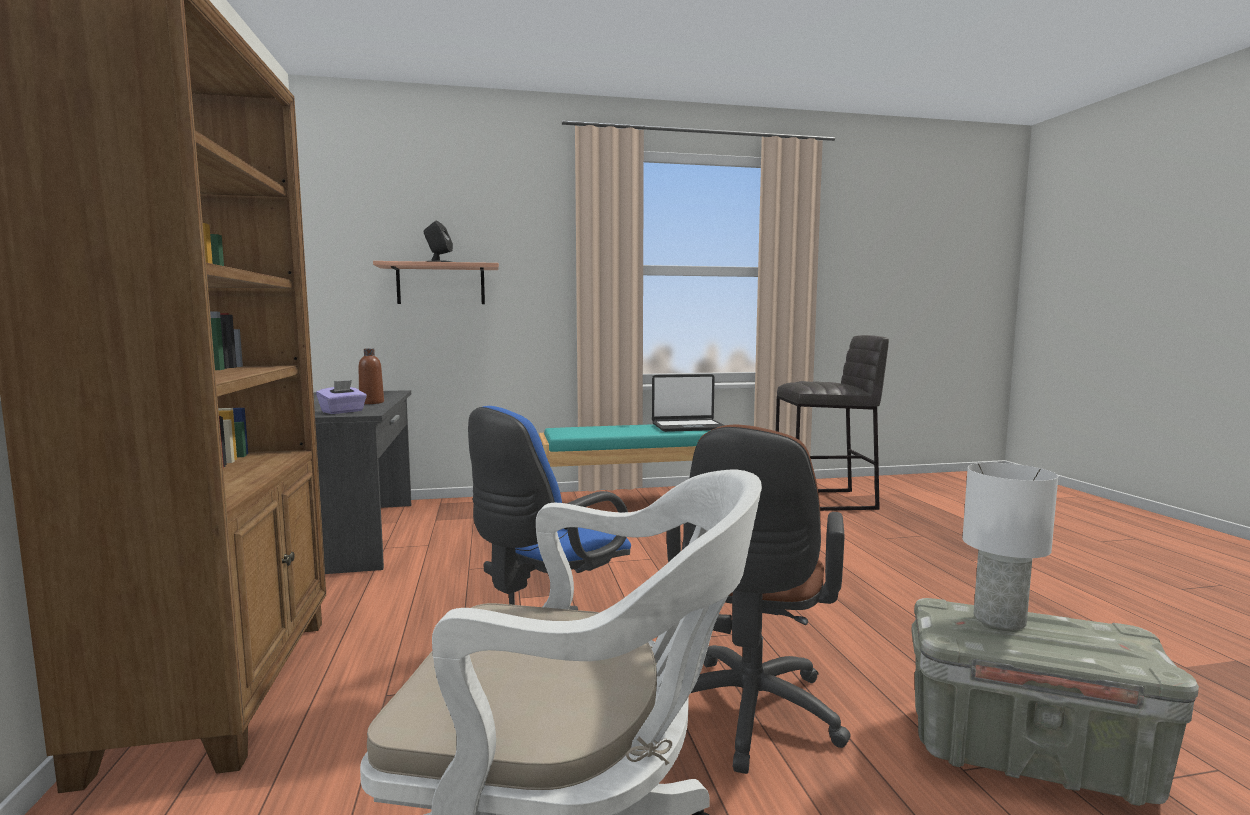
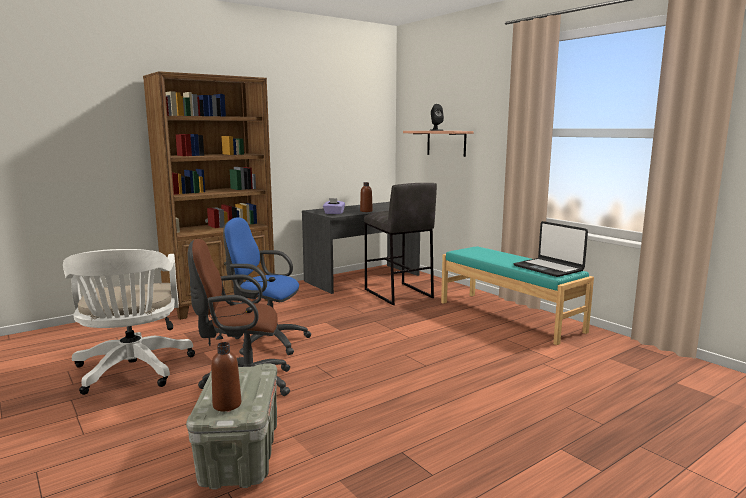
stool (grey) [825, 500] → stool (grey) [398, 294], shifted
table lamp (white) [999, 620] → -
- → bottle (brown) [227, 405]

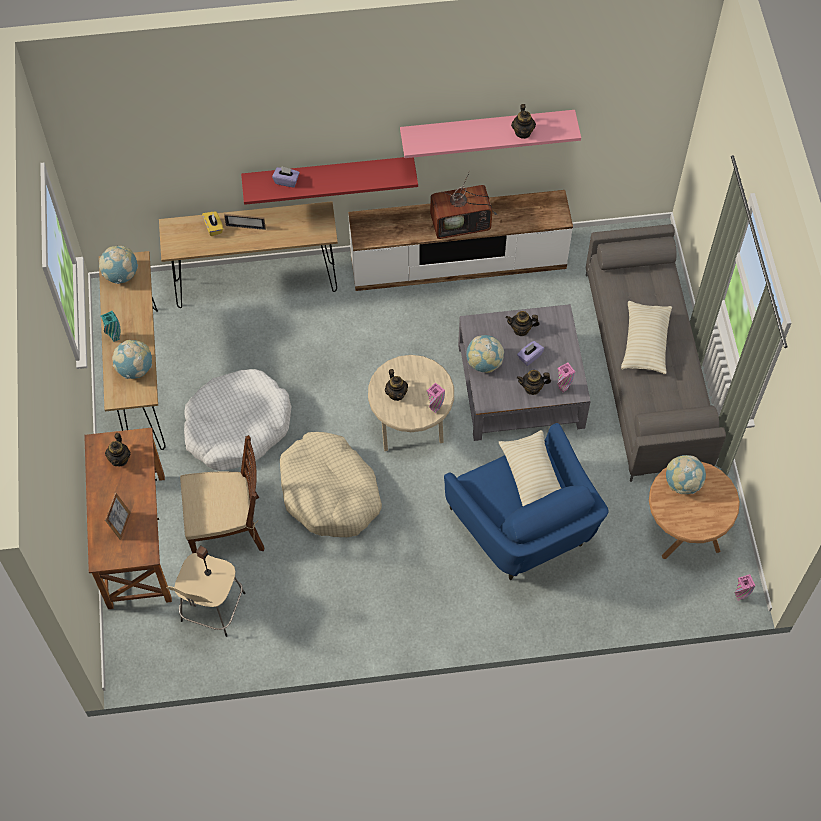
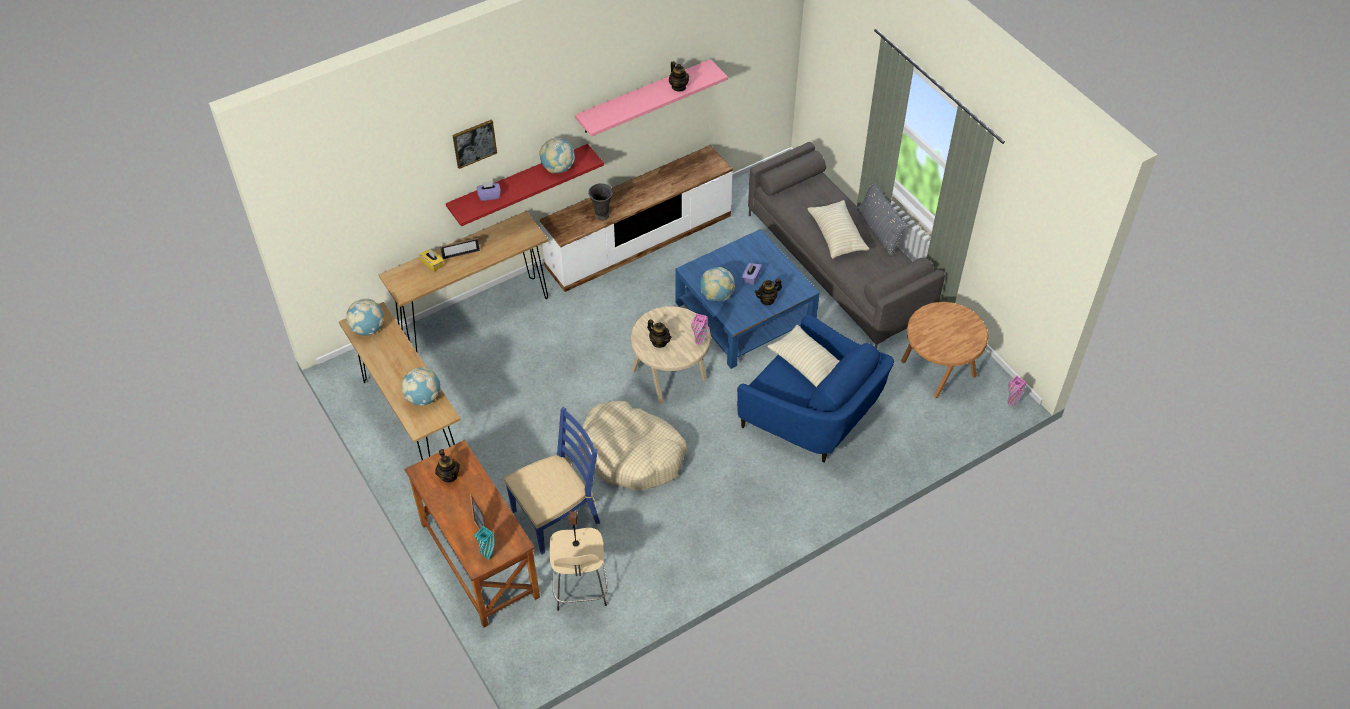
television [461, 222] → -
coffee table (grey) [520, 386] → coffee table (blue) [745, 314]
vase (turquoise) [115, 338] → vase (turquoise) [488, 555], shifted
teapot [521, 329] → -
vase (pink) [563, 388] → -
dog bed (white) [237, 427] → -
chair (brown) [227, 526] → chair (blue) [556, 516]
globe [682, 483] → globe [558, 168], shifted
- → picture [474, 143]
- → pillow (grey) [878, 231]
- → vase (grey) [602, 216]

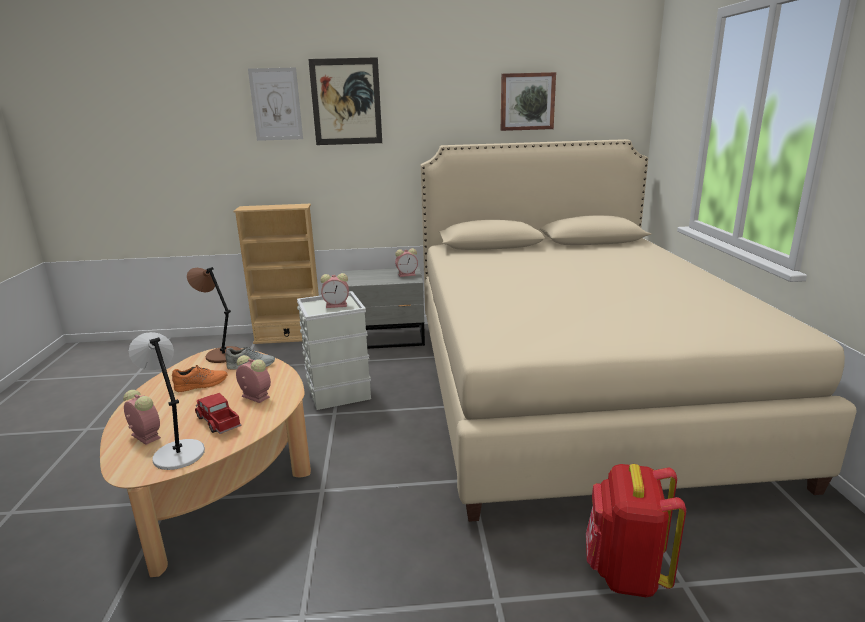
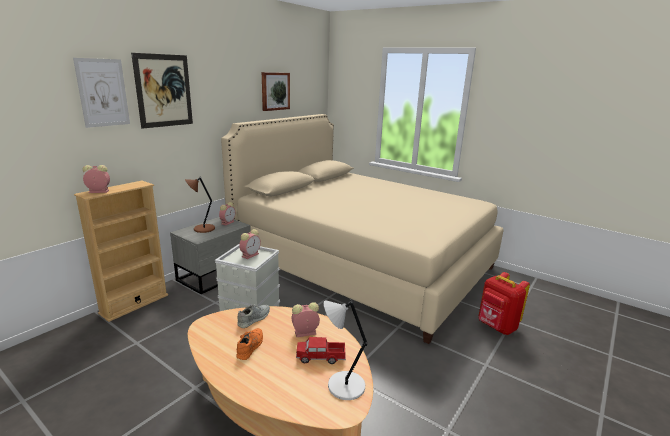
table lamp (brown) [222, 355] → table lamp (brown) [203, 229], shifted
alarm clock [144, 436] → alarm clock [98, 191], shifted

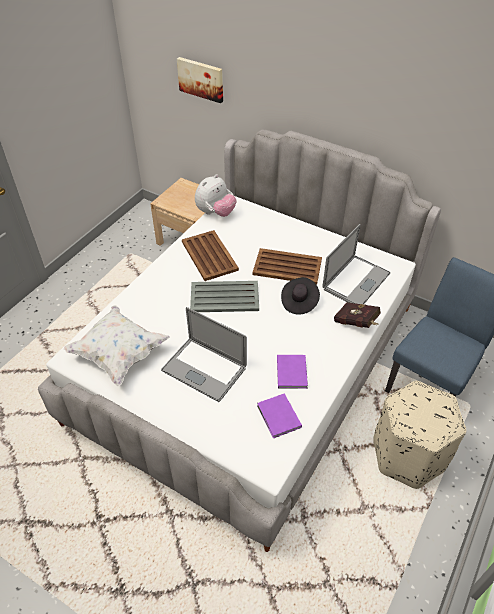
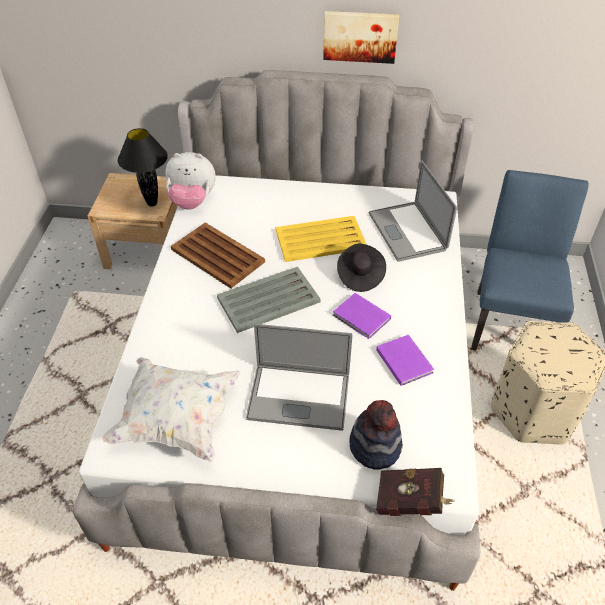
picture [201, 79] → picture [360, 36], shifted
plush toy [215, 213] → plush toy [192, 201], 75 degrees clockwise
laptop [356, 281] → laptop [407, 231], 150 degrees clockwise
tray (brown) [288, 267] → tray (yellow) [321, 239]
book (red) [357, 323] → book (red) [411, 501], shifted
book (purple) [278, 417] → book (purple) [362, 318], shifted
- → table lamp (black) [151, 203]
- → hat [375, 446]

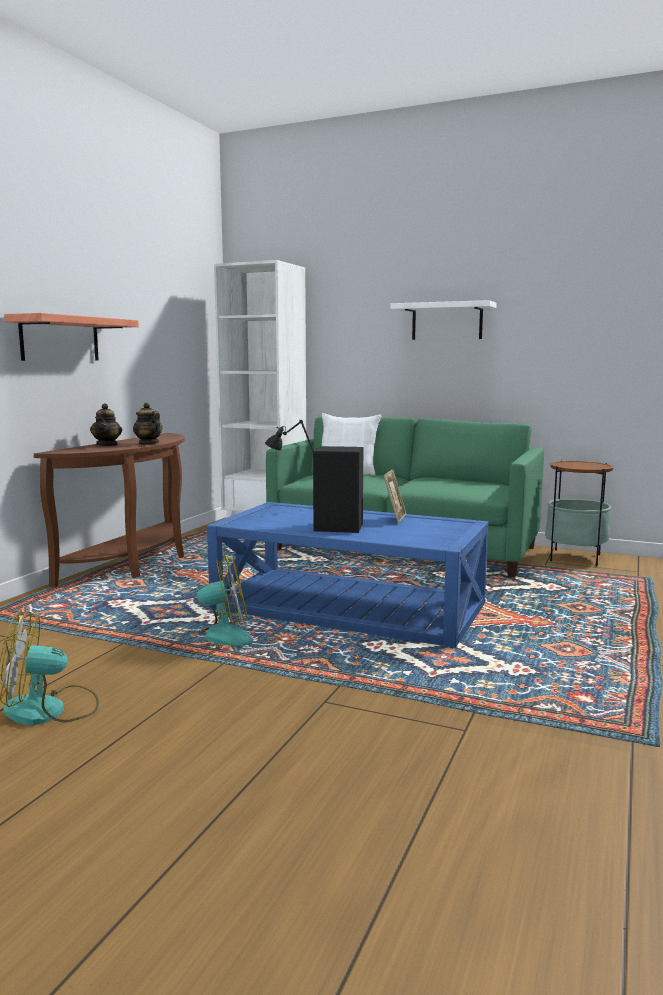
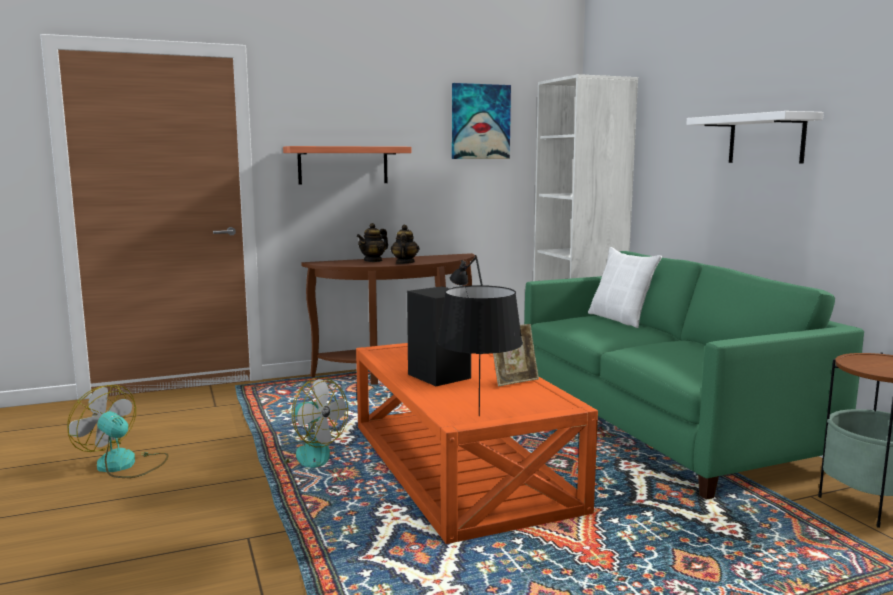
coffee table (blue) [349, 606] → coffee table (orange) [461, 465]
- → picture [480, 122]
- → table lamp (black) [479, 415]

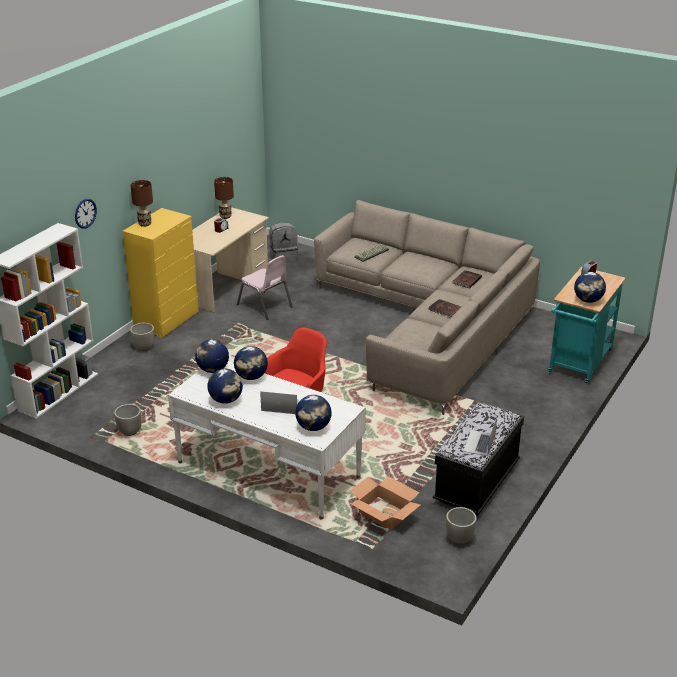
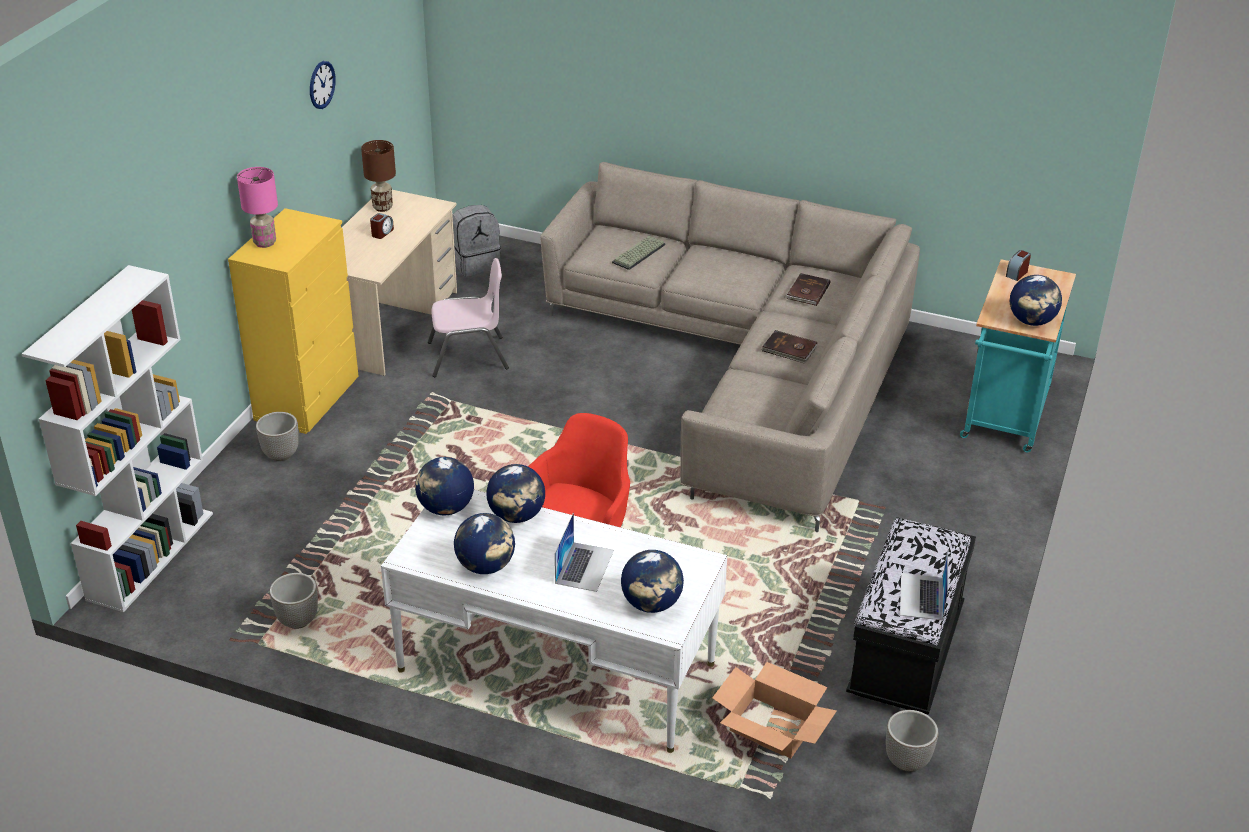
table lamp (brown) [145, 224] → table lamp (pink) [265, 243]
wall clock [85, 213] → wall clock [321, 84], shifted
chair (pink) [265, 306] → chair (pink) [468, 356], 45 degrees counterclockwise
laptop [281, 405] → laptop [584, 566], 105 degrees clockwise

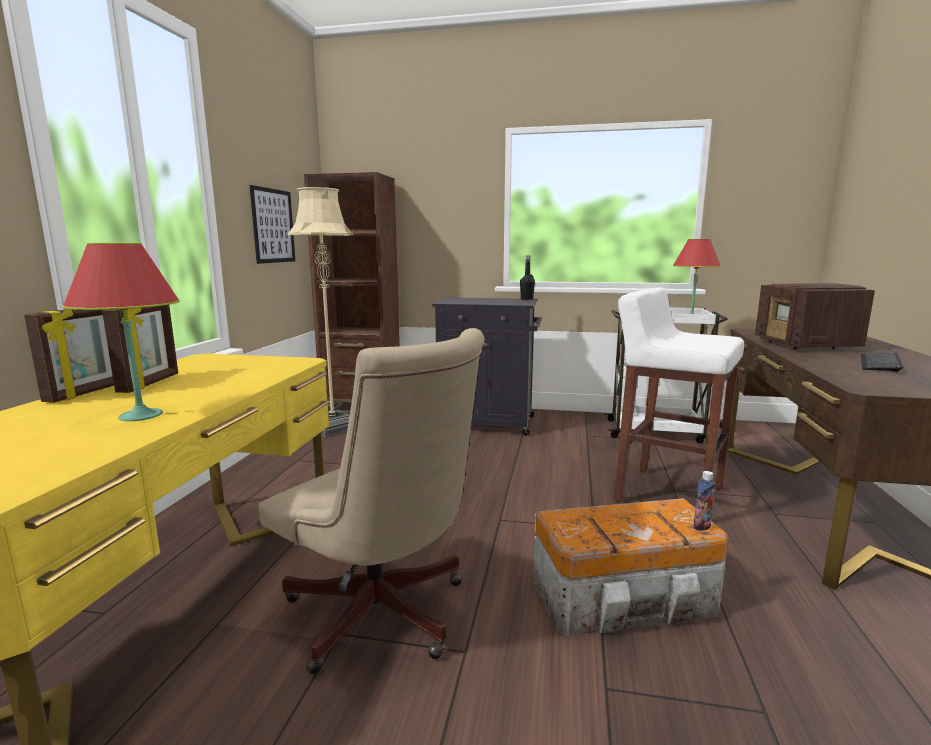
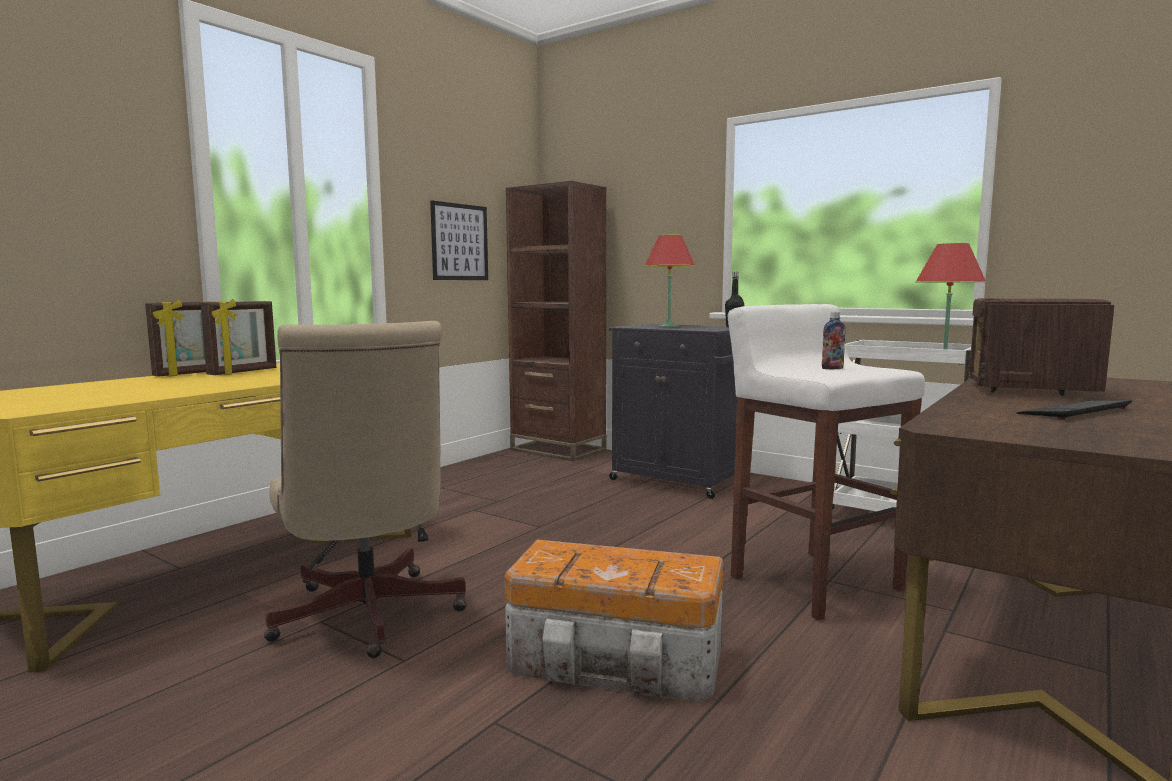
floor lamp (beige) [333, 427] → -
table lamp (red) [140, 416] → table lamp (red) [668, 326], shifted
bottle [702, 526] → bottle [832, 368], shifted

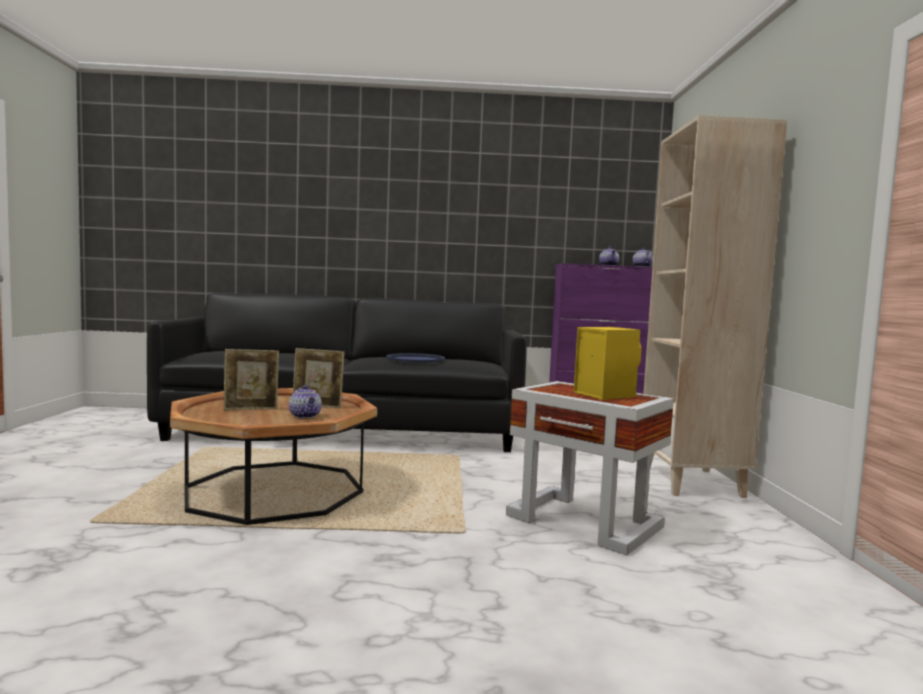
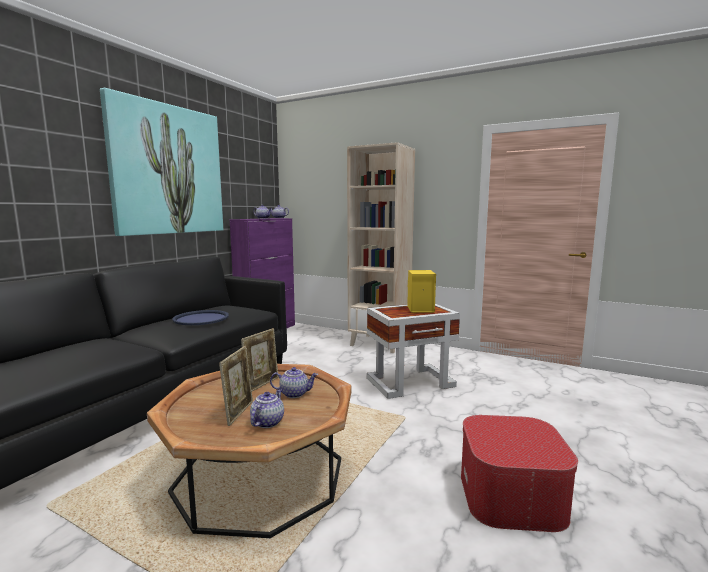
- → picture [167, 170]
- → teapot [267, 422]
- → ottoman [511, 495]

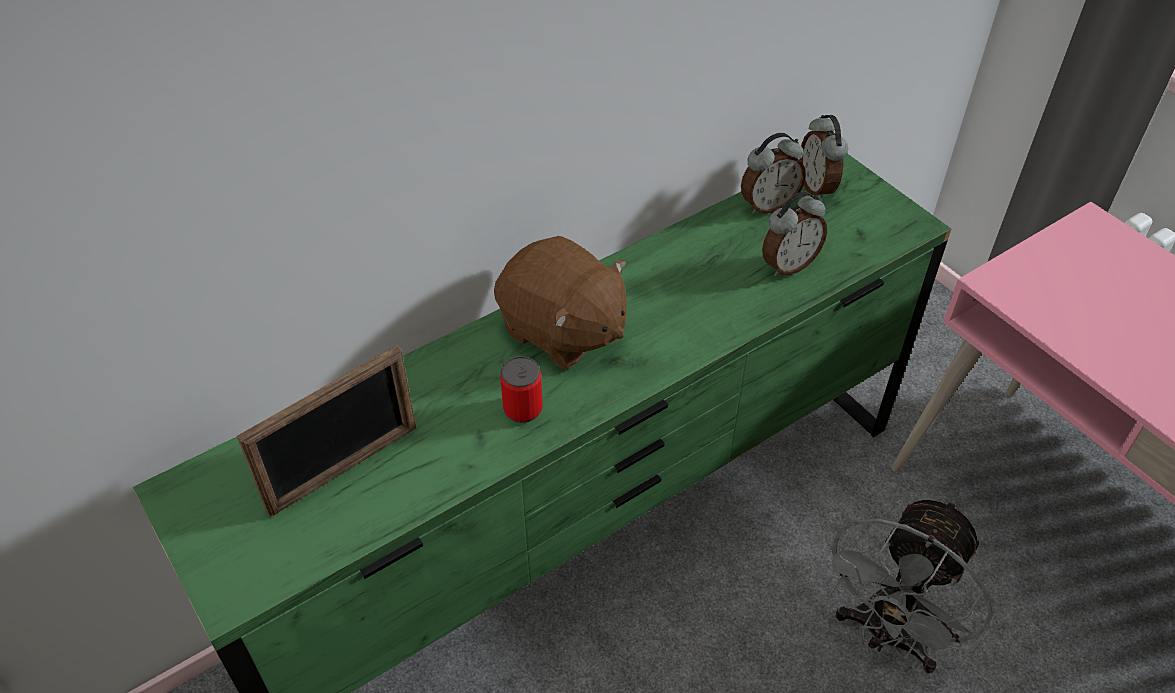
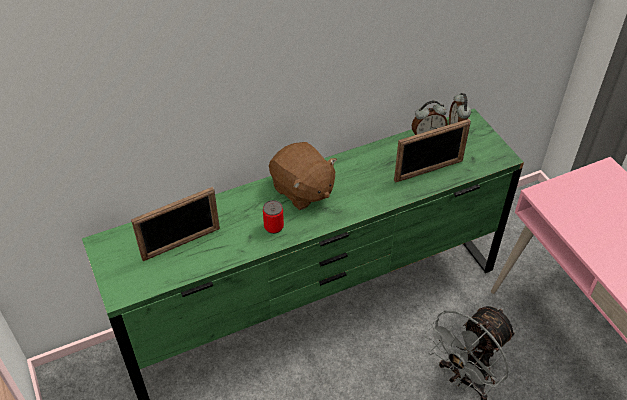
alarm clock [788, 265] → picture frame [428, 171]

